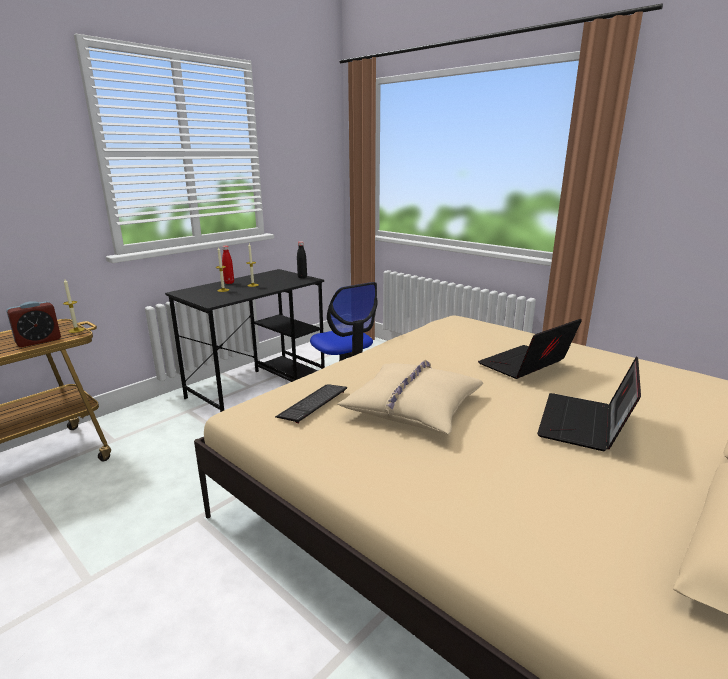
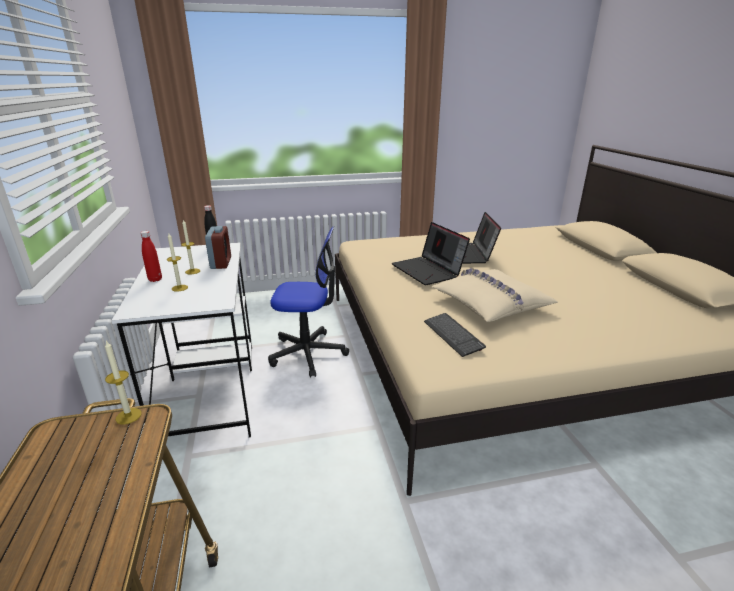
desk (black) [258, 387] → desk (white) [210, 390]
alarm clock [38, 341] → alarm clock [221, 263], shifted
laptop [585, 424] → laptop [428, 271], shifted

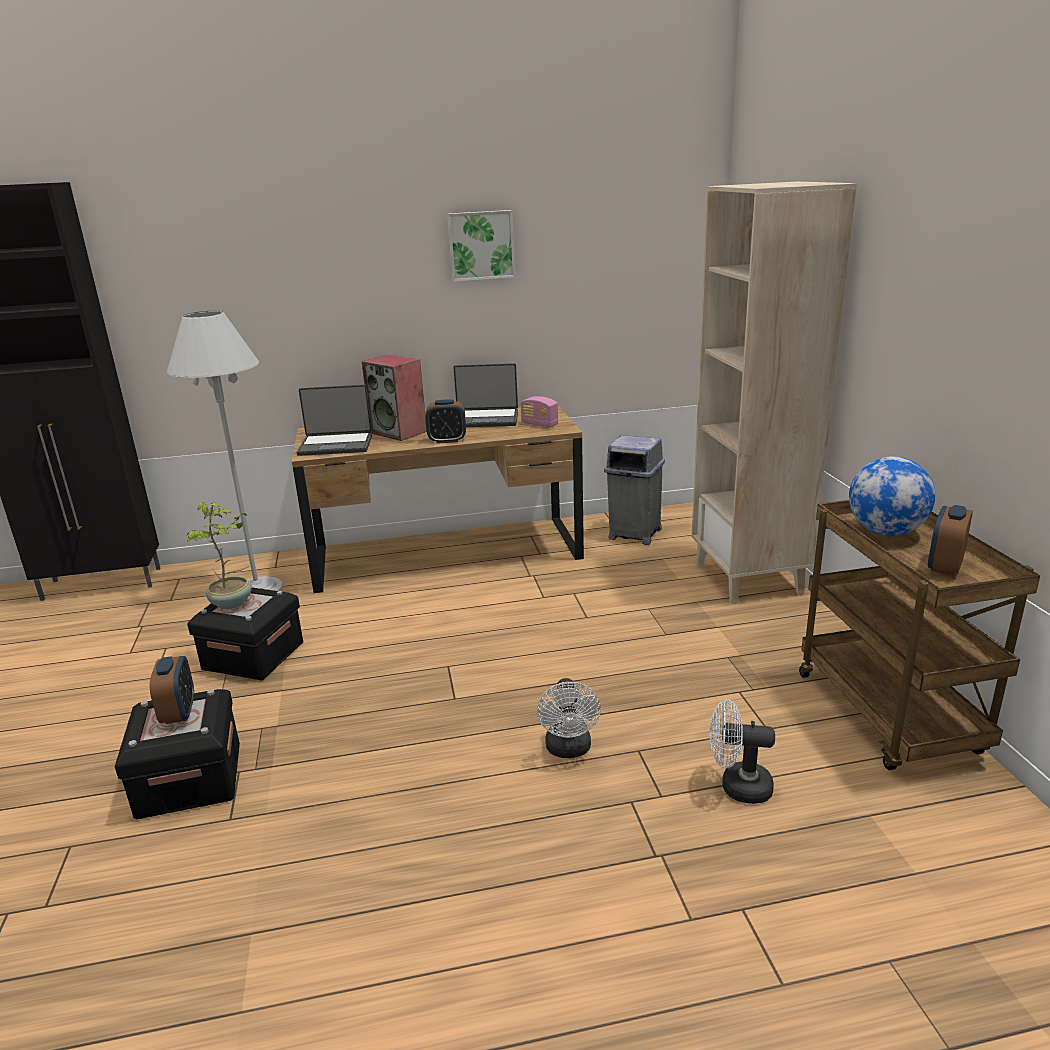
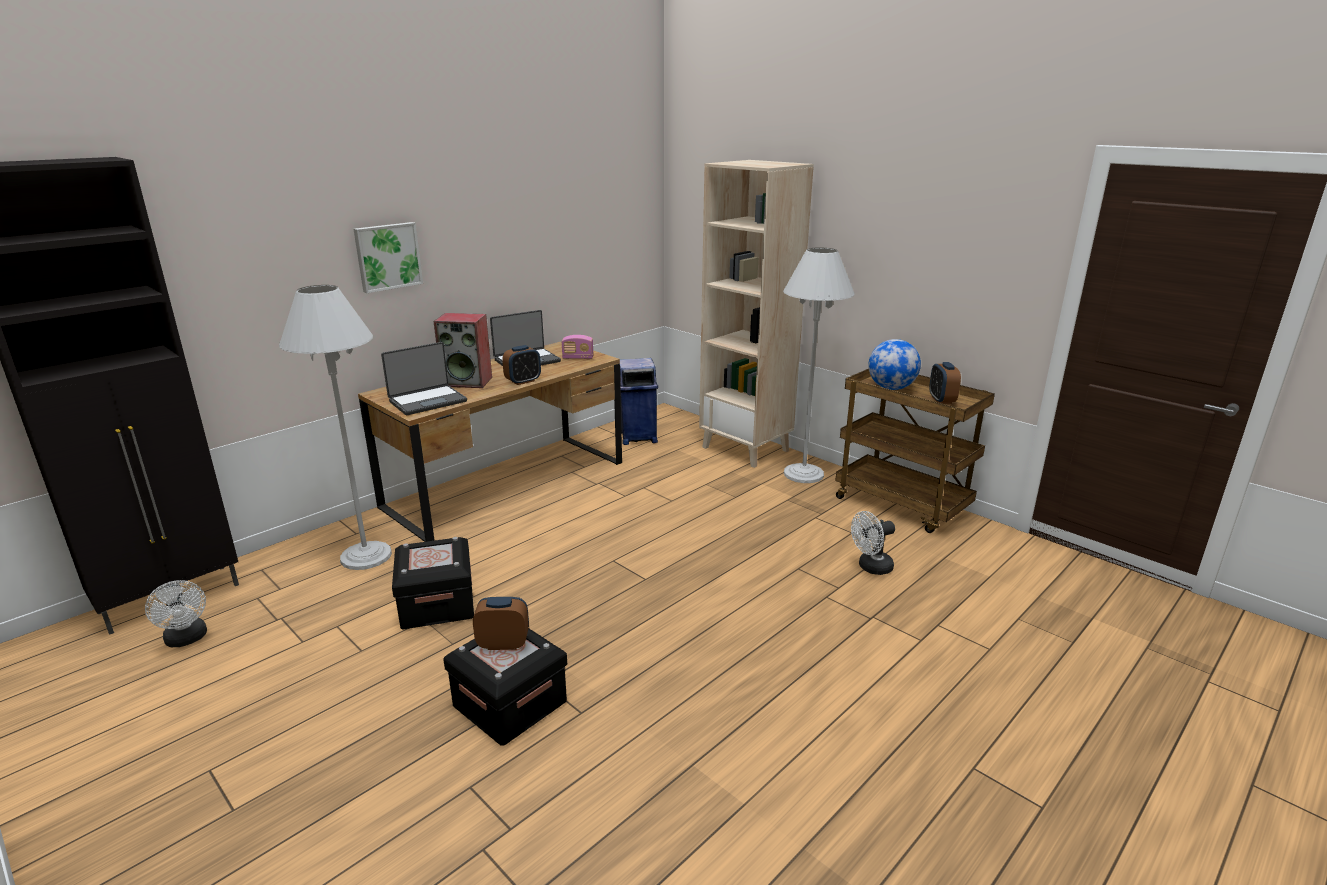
picture [481, 245] → picture [387, 256], shifted
trash can (grey) [634, 533] → trash can (blue) [637, 437]
potted plant [232, 603] → -
alarm clock [179, 712] → alarm clock [503, 643], 45 degrees counterclockwise
fan (white) [569, 750] → fan (white) [187, 639], shifted
- → floor lamp (white) [803, 474]

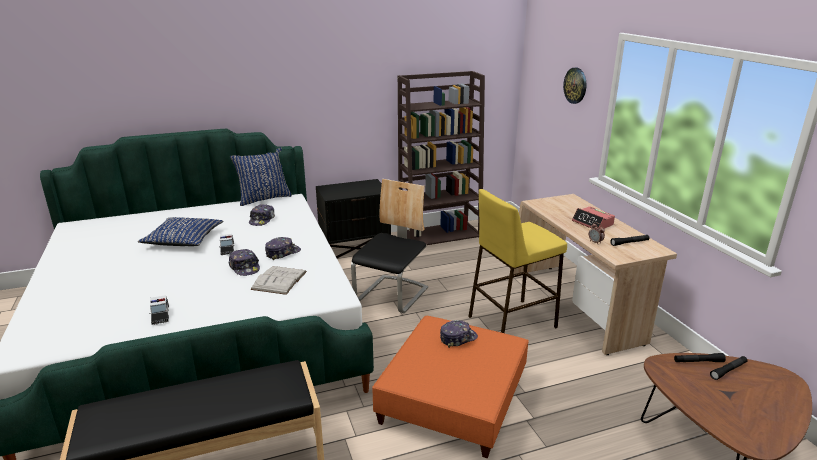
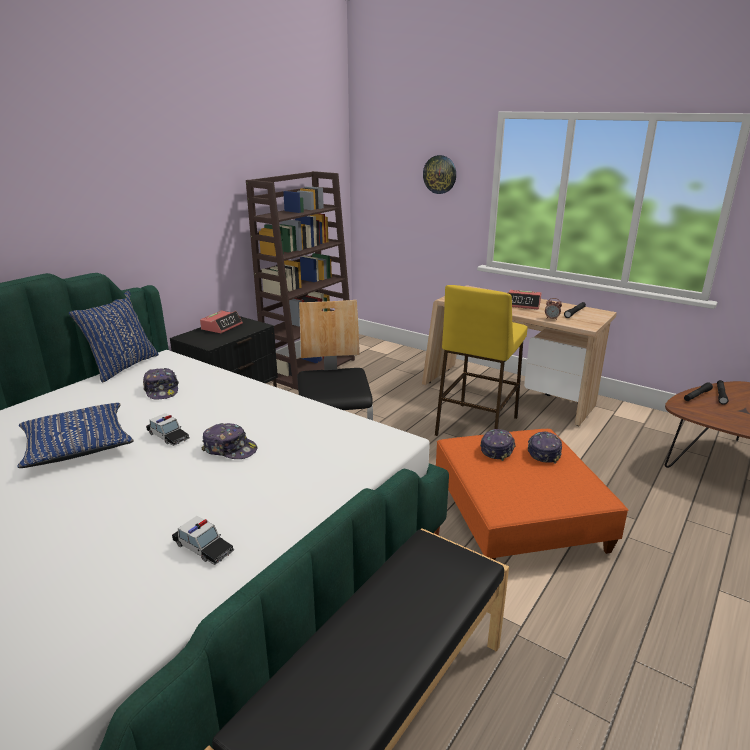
cap [282, 253] → cap [543, 452], shifted
book (white) [279, 280] → -
- → alarm clock [222, 327]

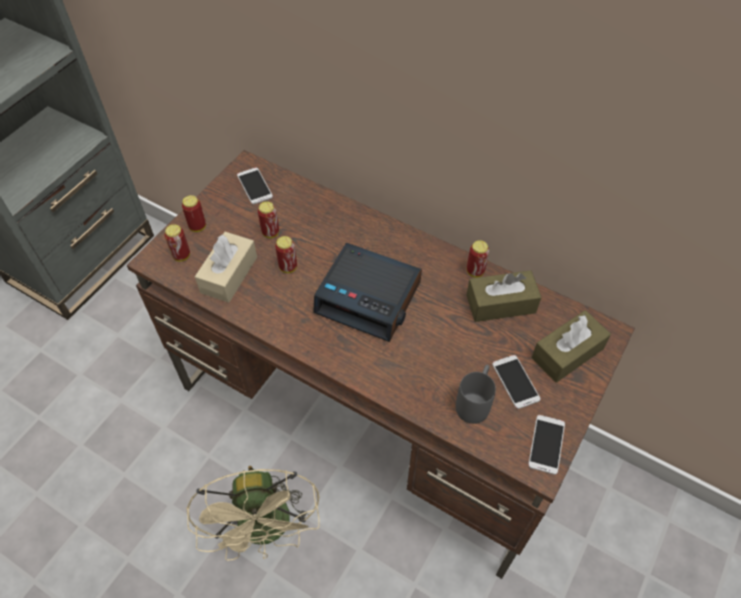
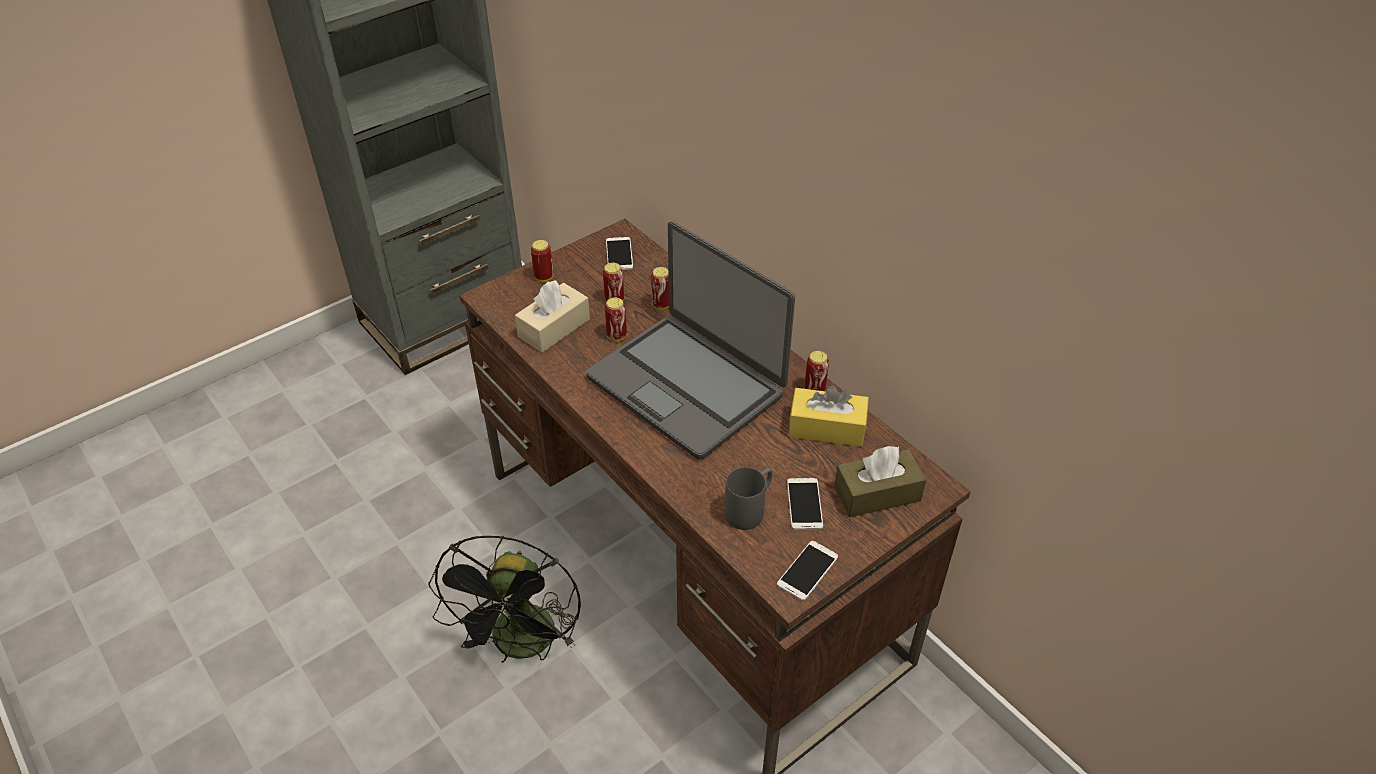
can [181, 255] → can [661, 305], shifted
alarm clock [369, 298] → laptop [687, 385]
tissue box (brown) [500, 304] → tissue box (yellow) [827, 428]
fan (beige) [267, 531] → fan (black) [522, 646]

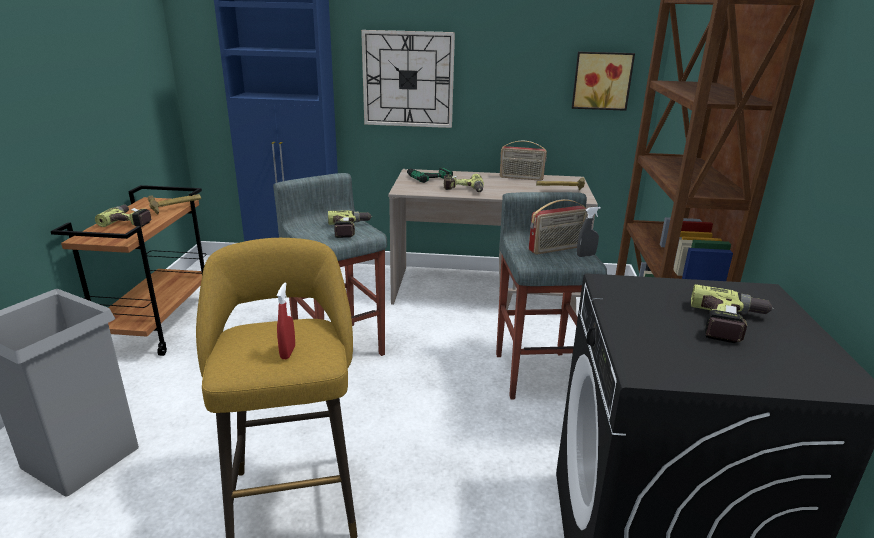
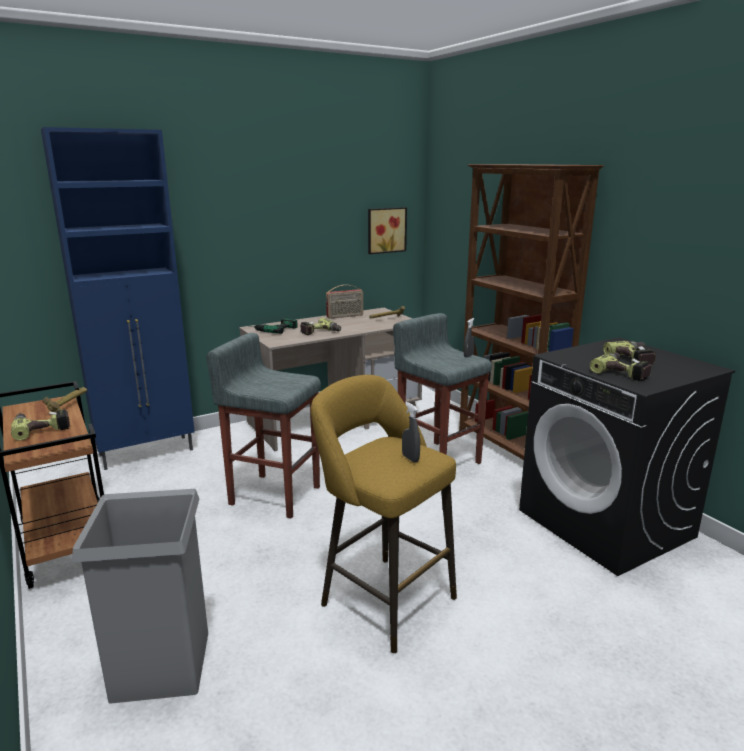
wall clock [408, 79] → -
radio [556, 249] → -
power drill [350, 229] → power drill [623, 372], shifted
spray bottle (red) [288, 352] → spray bottle (grey) [410, 458]

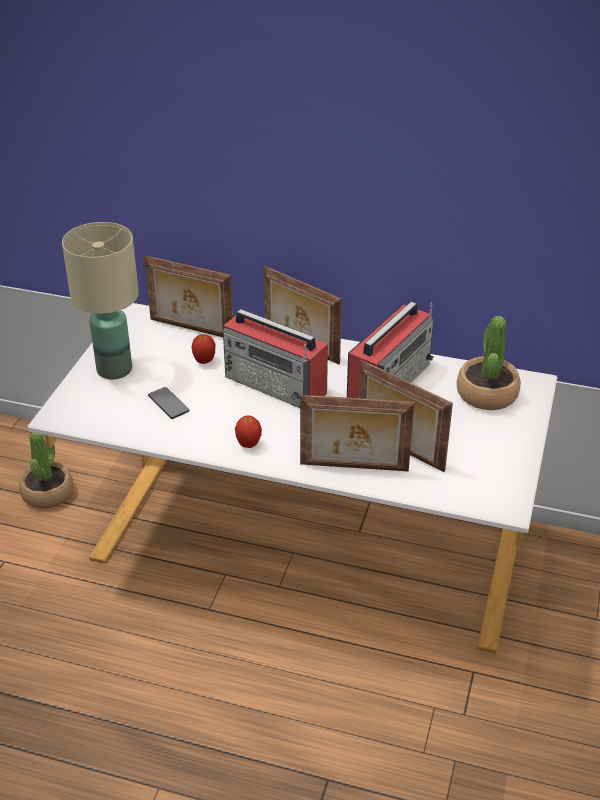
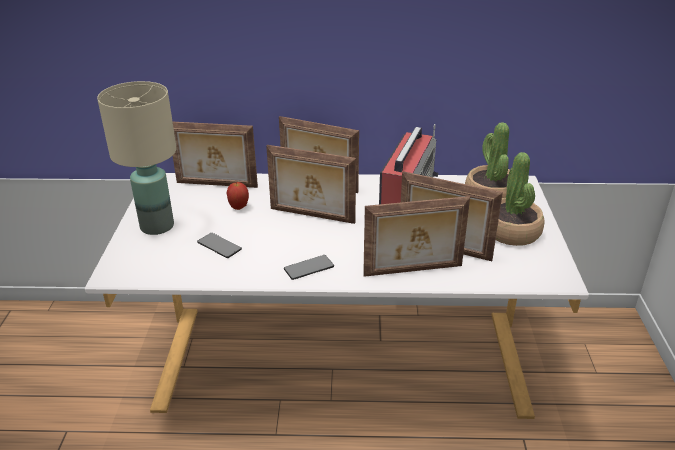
radio [276, 385] → picture frame [311, 216]
apple [248, 445] → phone [309, 268]
potted plant [47, 493] → potted plant [512, 232], shifted

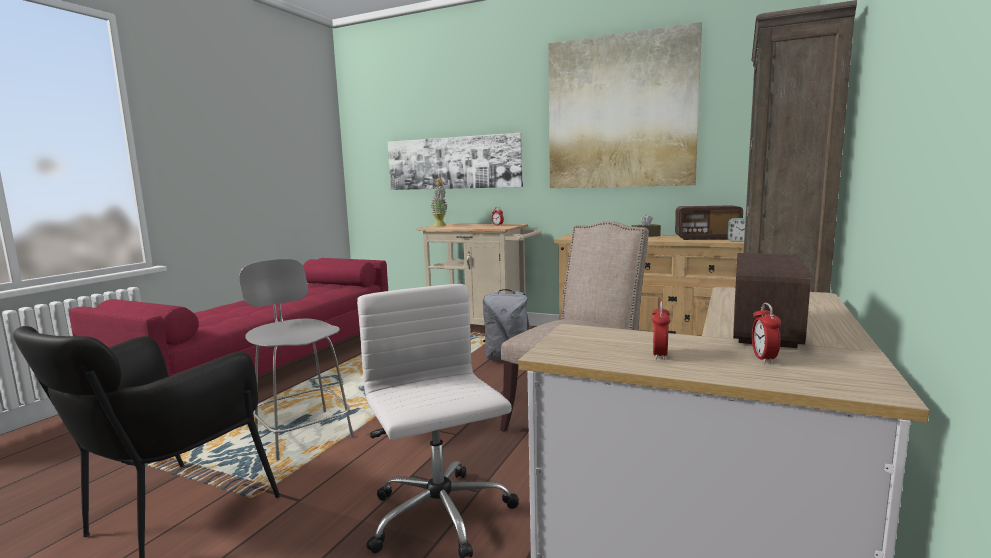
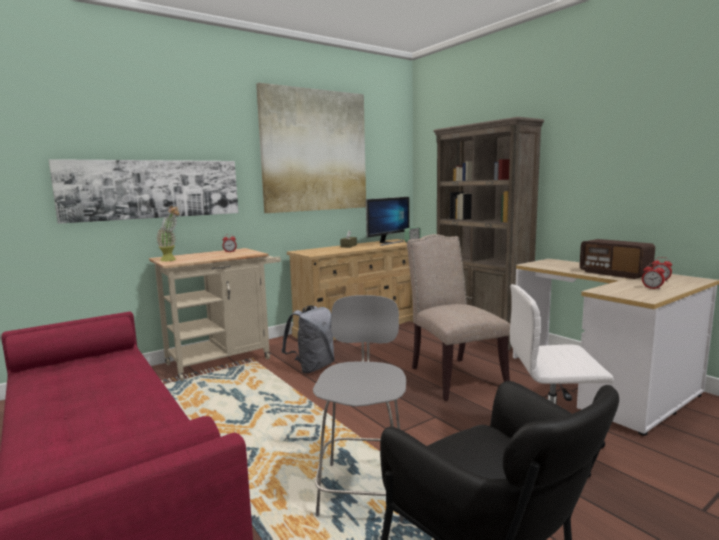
radio [707, 238] → monitor [388, 243]
chair (grey) [302, 433] → chair (grey) [364, 488], 105 degrees clockwise

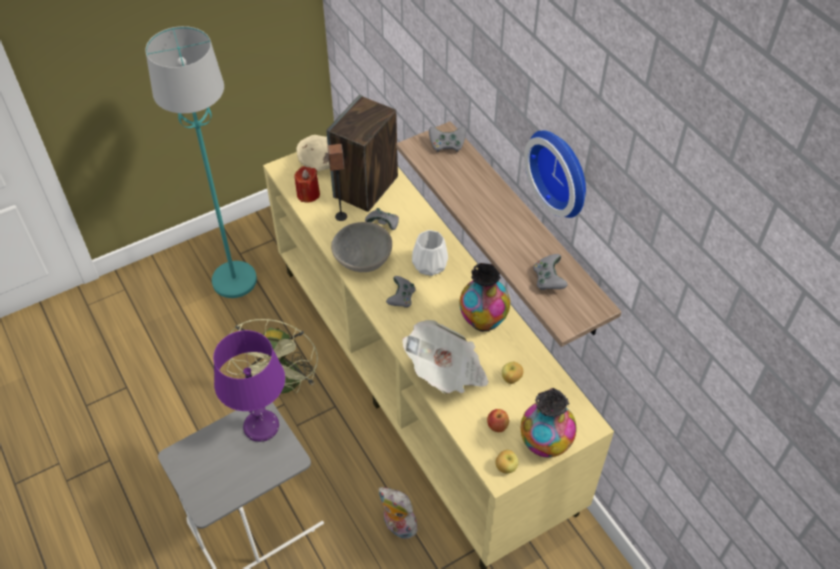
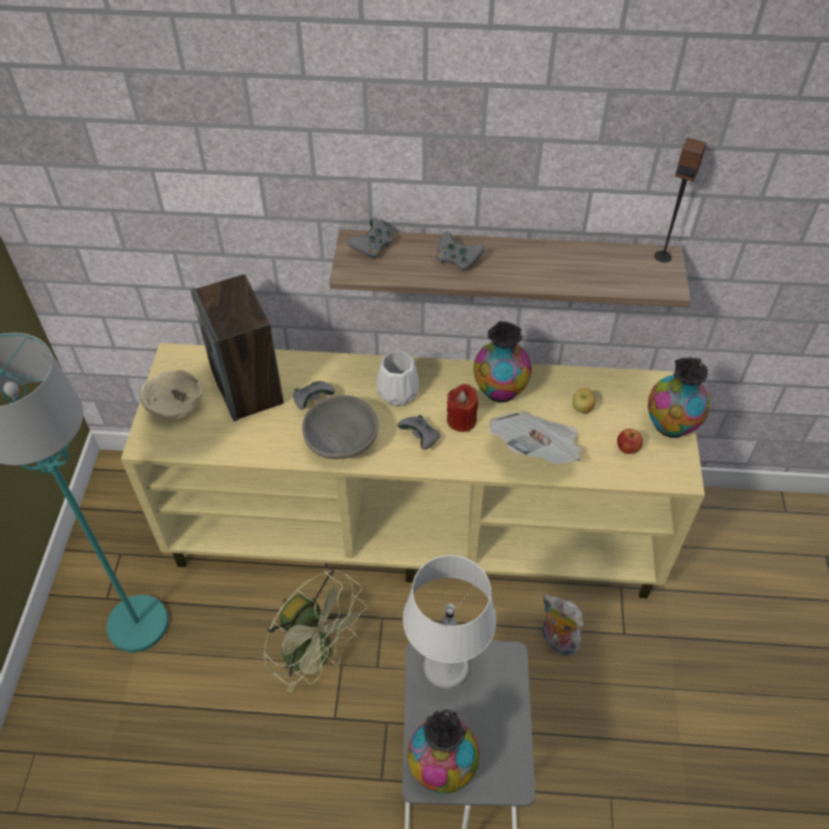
wall clock [562, 171] → -
speaker [341, 216] → speaker [663, 256], shifted
candle (red) [308, 194] → candle (red) [461, 420], shifted
game controller (grey) [548, 280] → game controller (grey) [457, 260], shifted
table lamp (purple) [261, 427] → table lamp (white) [446, 667]
apple [506, 467] → -
plush toy [397, 526] → plush toy [556, 641], 60 degrees clockwise
- → vase [442, 767]

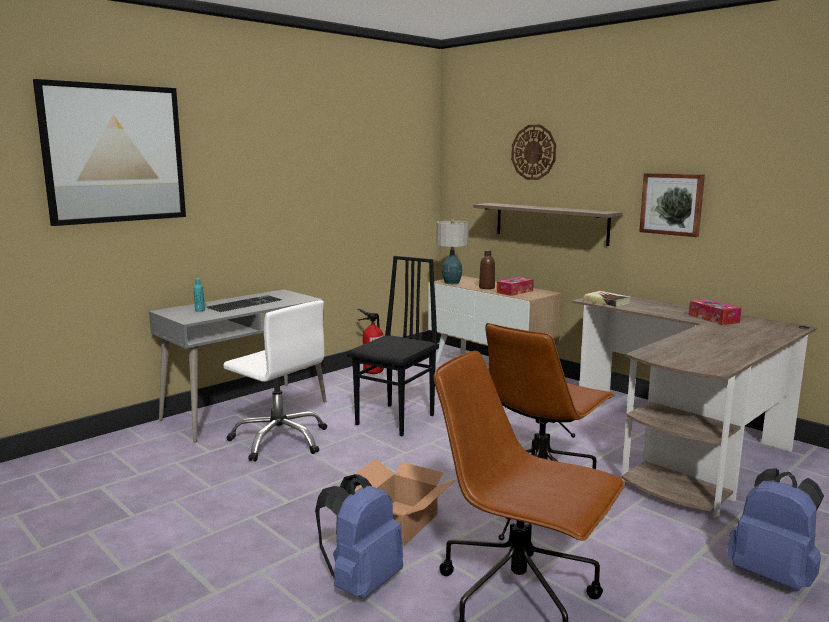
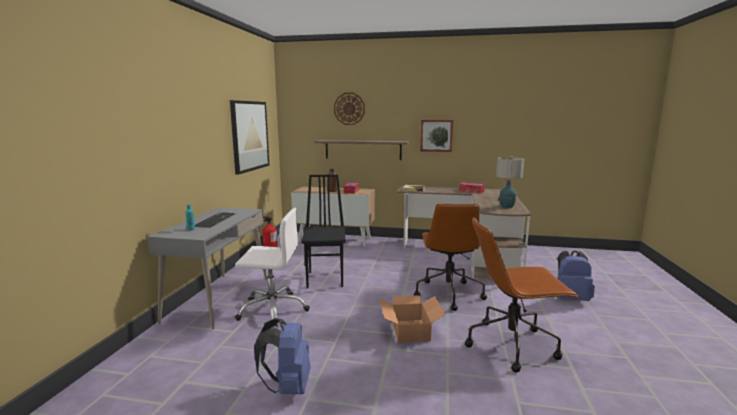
picture [114, 154] → picture [249, 136], shifted
table lamp [451, 283] → table lamp [507, 207], shifted
backpack (blue) [361, 583] → backpack (blue) [288, 387], shifted

